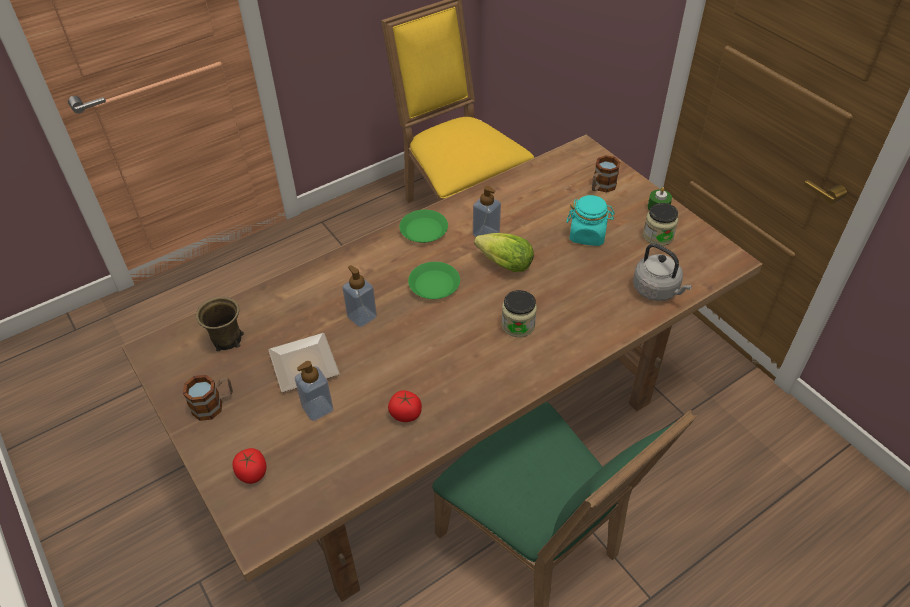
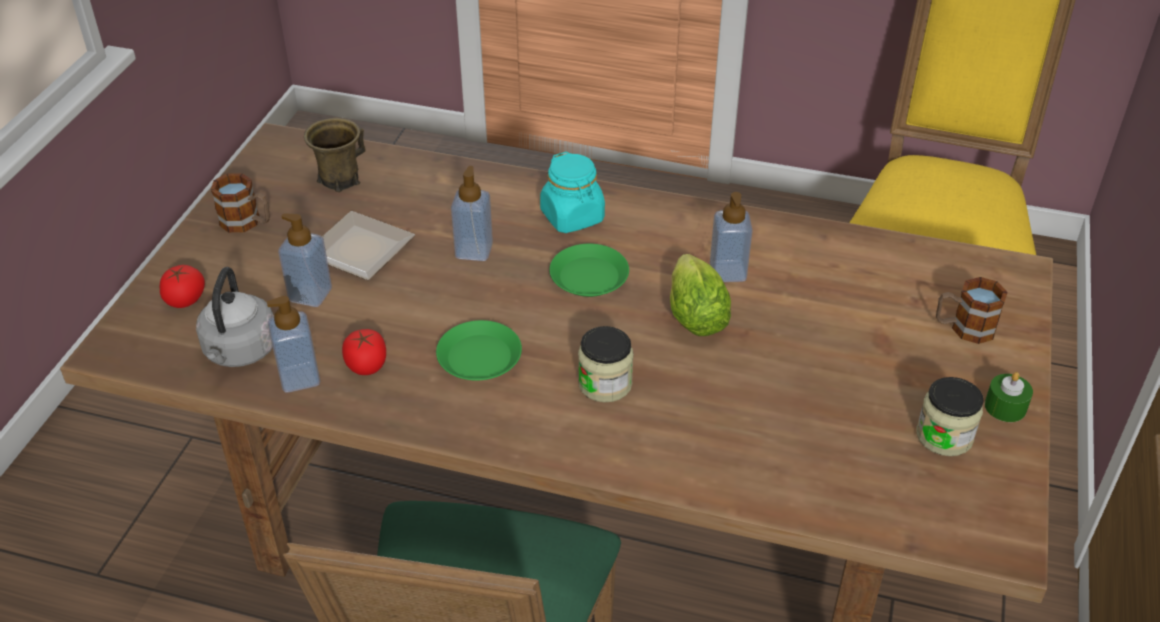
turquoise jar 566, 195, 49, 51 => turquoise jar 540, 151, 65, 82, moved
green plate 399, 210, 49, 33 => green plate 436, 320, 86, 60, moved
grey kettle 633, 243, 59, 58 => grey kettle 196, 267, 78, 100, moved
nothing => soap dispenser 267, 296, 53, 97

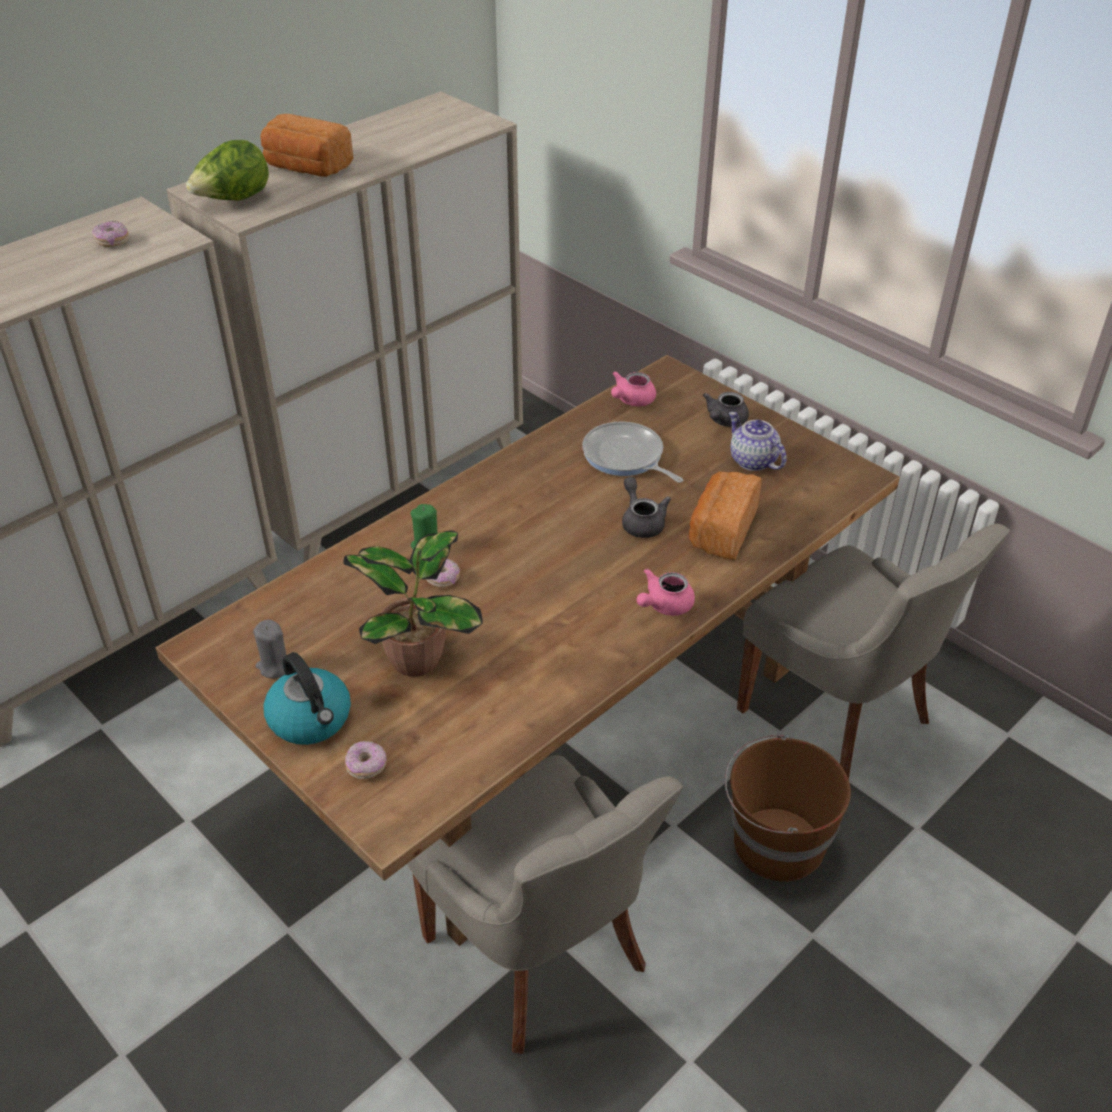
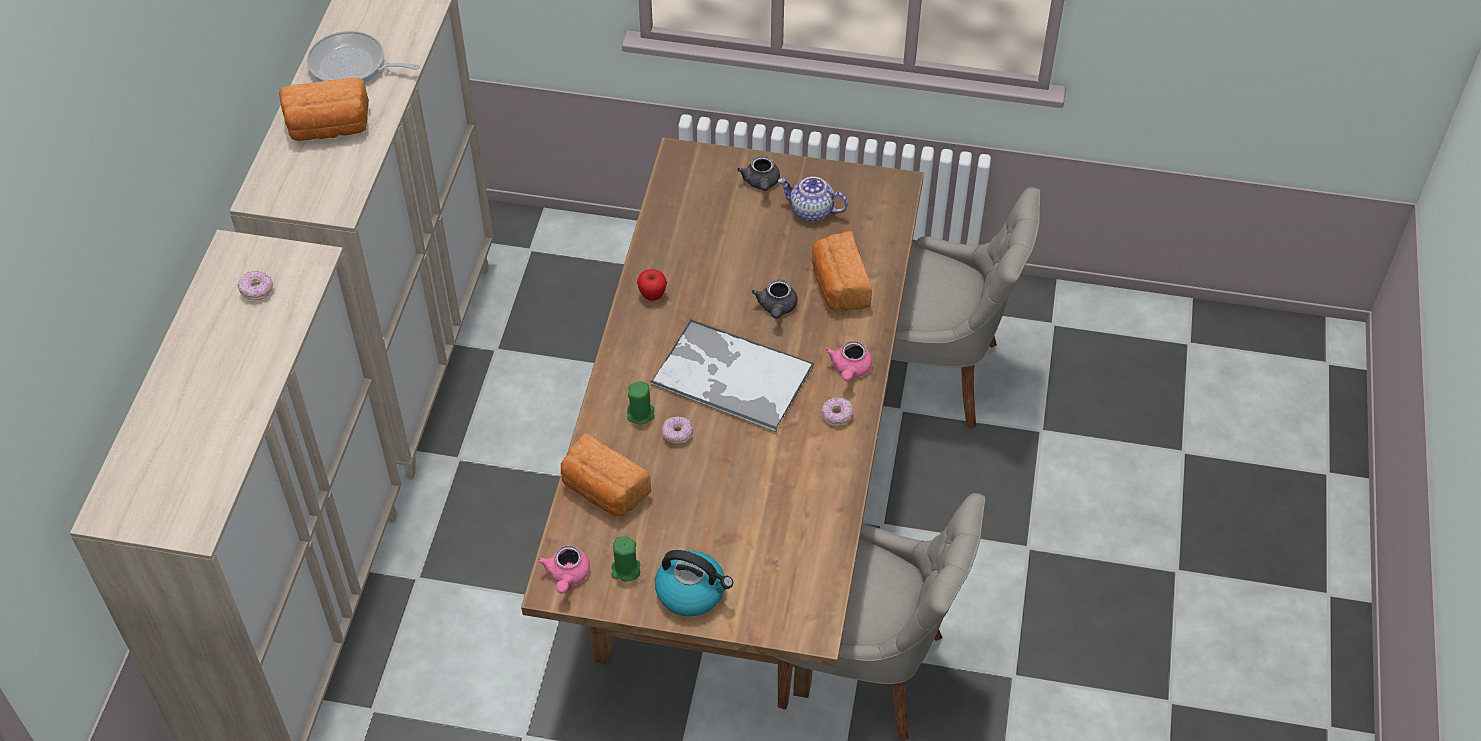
lettuce 186, 140, 83, 60 => nothing
pink teapot 611, 371, 45, 35 => pink teapot 537, 545, 53, 49, moved
frying pan 582, 422, 101, 61 => frying pan 306, 31, 113, 52, moved
grey teapot 622, 477, 49, 61 => grey teapot 752, 280, 45, 39, 120 degrees counterclockwise
potted plant 343, 531, 140, 146 => nothing
grey candle 253, 619, 33, 60 => green candle 611, 536, 29, 45
brown bucket 725, 735, 126, 147 => nothing
donut 345, 741, 41, 38 => donut 822, 398, 31, 28, moved
nothing => apple 637, 269, 30, 32
nothing => tray 650, 319, 164, 114
nothing => bread 561, 433, 90, 84

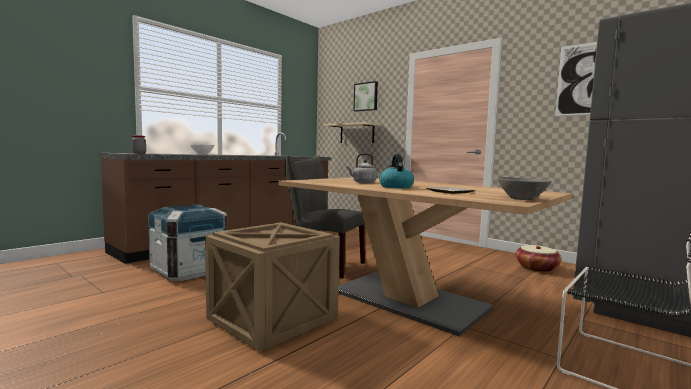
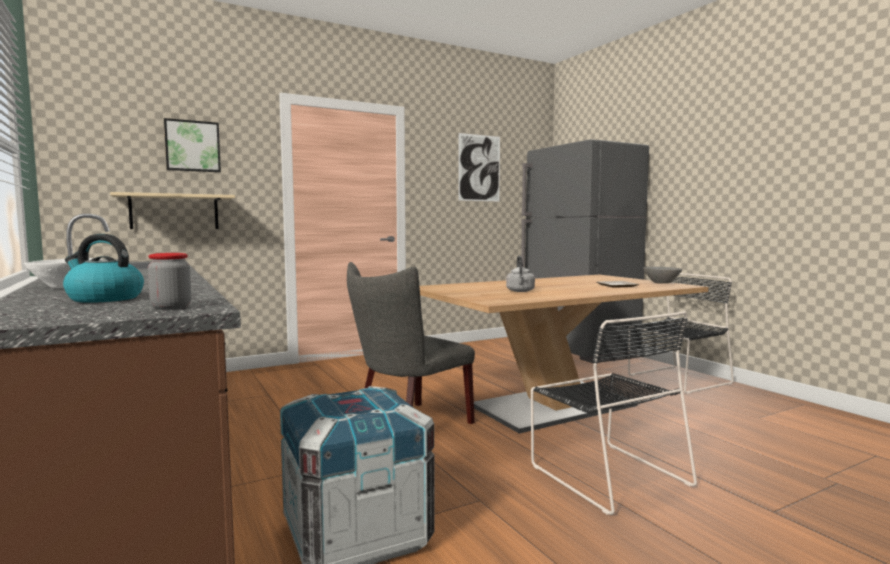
kettle 379, 154, 35, 34 => kettle 63, 234, 81, 69, moved
crate 205, 222, 135, 129 => black chair 531, 311, 166, 204
basket 515, 245, 47, 28 => nothing

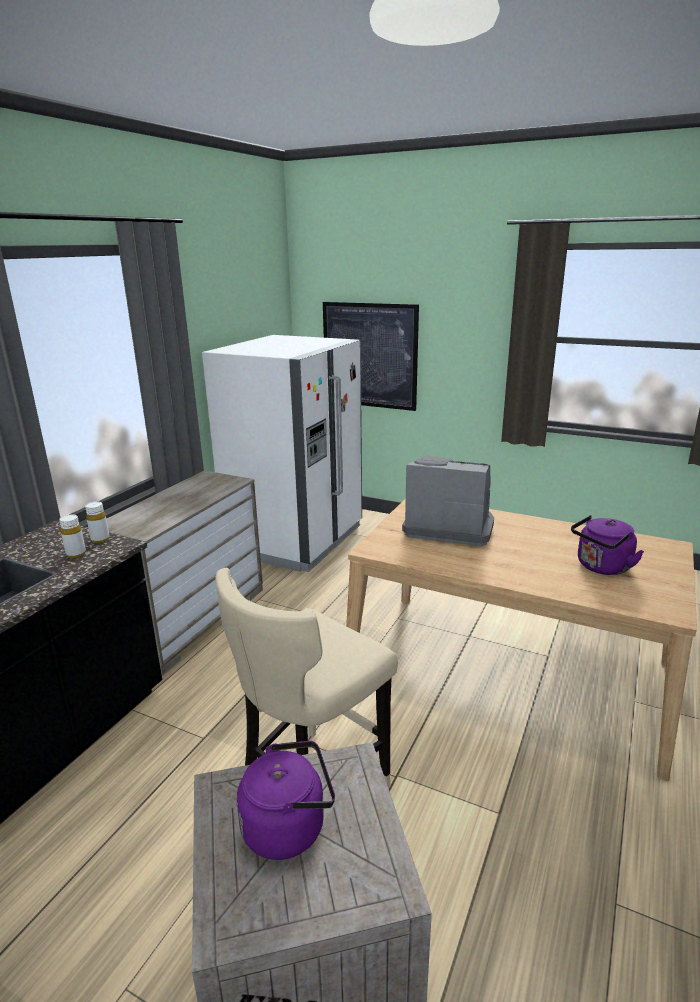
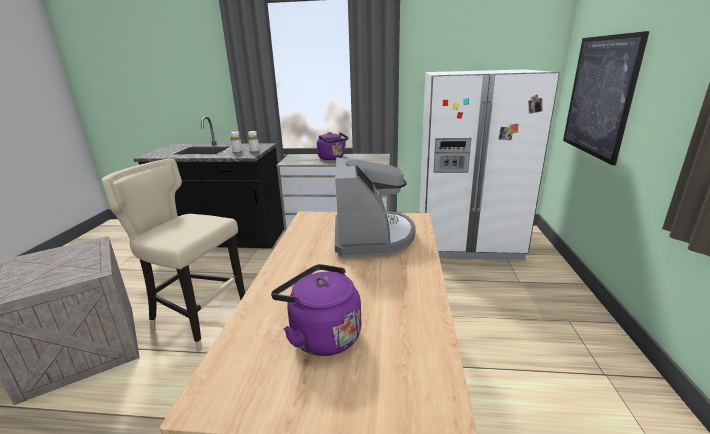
purple kettle 237, 741, 98, 119 => purple kettle 317, 132, 31, 28, moved

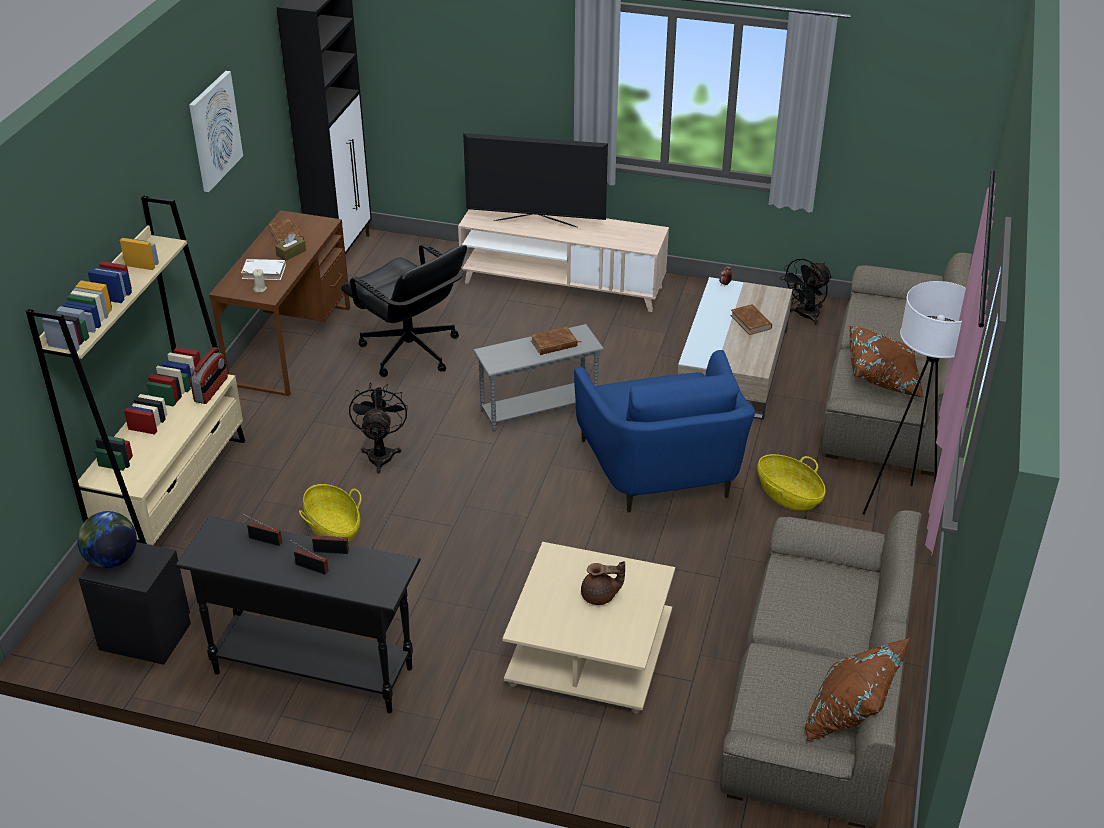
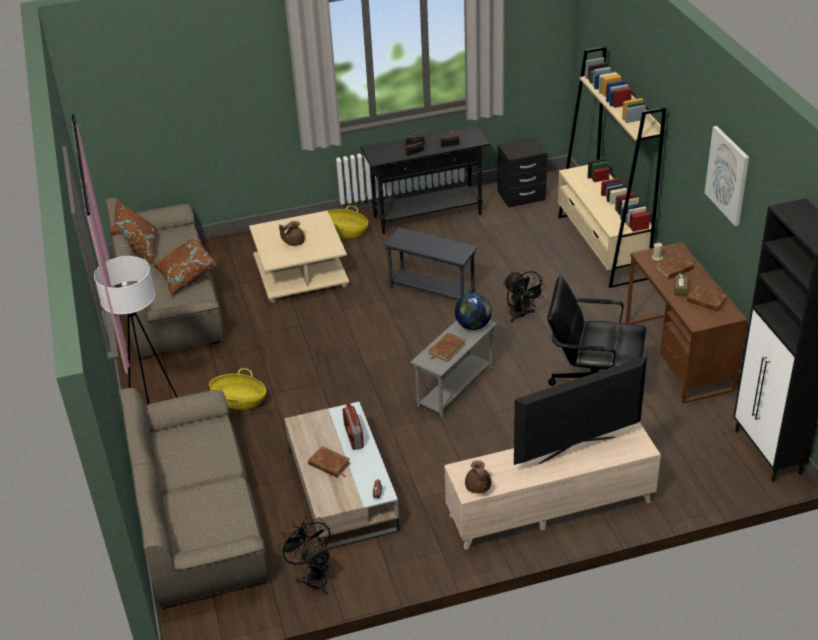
white book 239, 259, 47, 21 => brown book 656, 255, 39, 24
black fan 779, 259, 54, 66 => black fan 278, 516, 53, 79, 45 degrees counterclockwise
brown pillow 850, 326, 74, 72 => brown pillow 153, 237, 64, 58, moved
radio 190, 347, 38, 57 => radio 343, 402, 21, 48, moved
blue armchair 574, 350, 181, 163 => nothing
basket 299, 484, 63, 58 => basket 328, 205, 40, 34, moved
globe 77, 511, 60, 57 => globe 455, 293, 37, 37, moved
nothing => grey side table 383, 227, 95, 73
nothing => brown teapot 465, 460, 26, 34

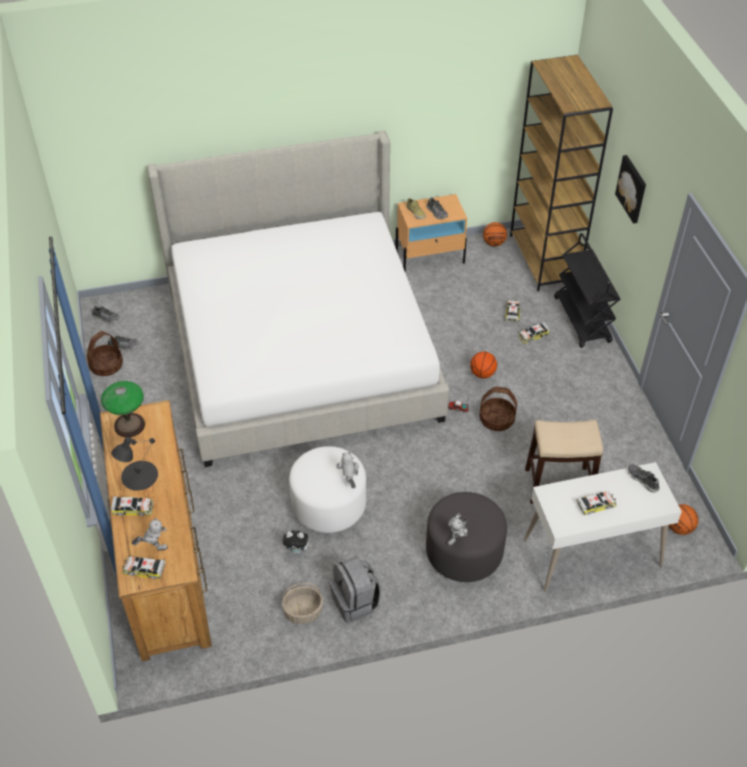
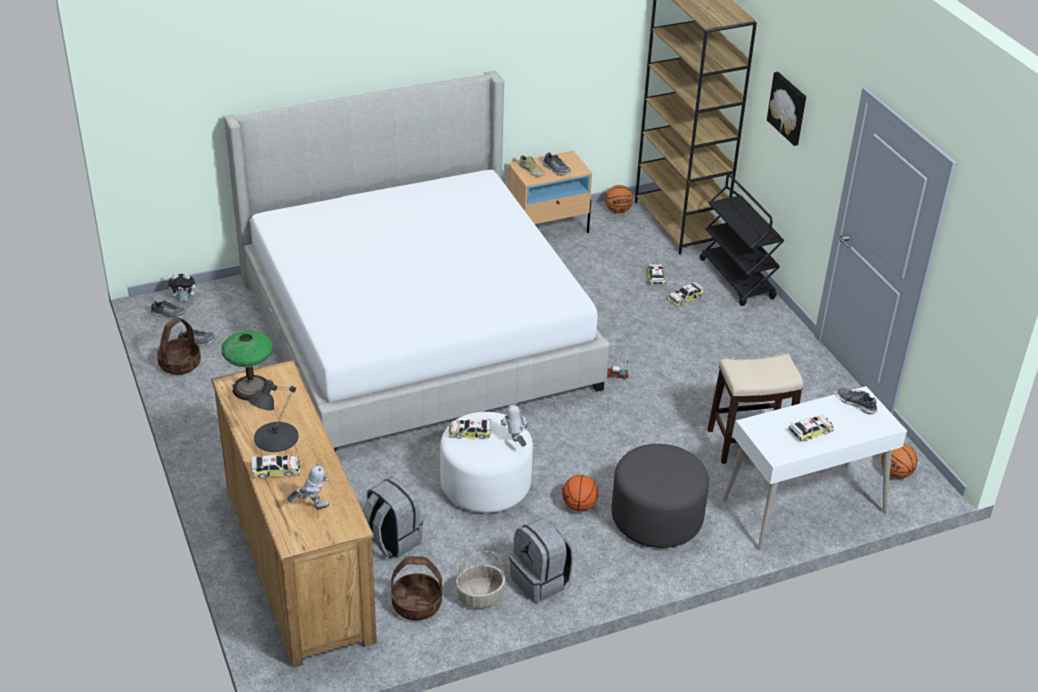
basketball 470, 352, 27, 26 => basketball 562, 475, 37, 37, moved
basket 480, 387, 37, 44 => basket 391, 556, 51, 64, moved
toy robot 448, 513, 19, 33 => nothing
plush toy 282, 530, 30, 24 => plush toy 168, 273, 31, 28, moved
toy car 123, 556, 43, 23 => toy car 449, 419, 42, 20, moved
nothing => grey backpack 363, 477, 60, 81

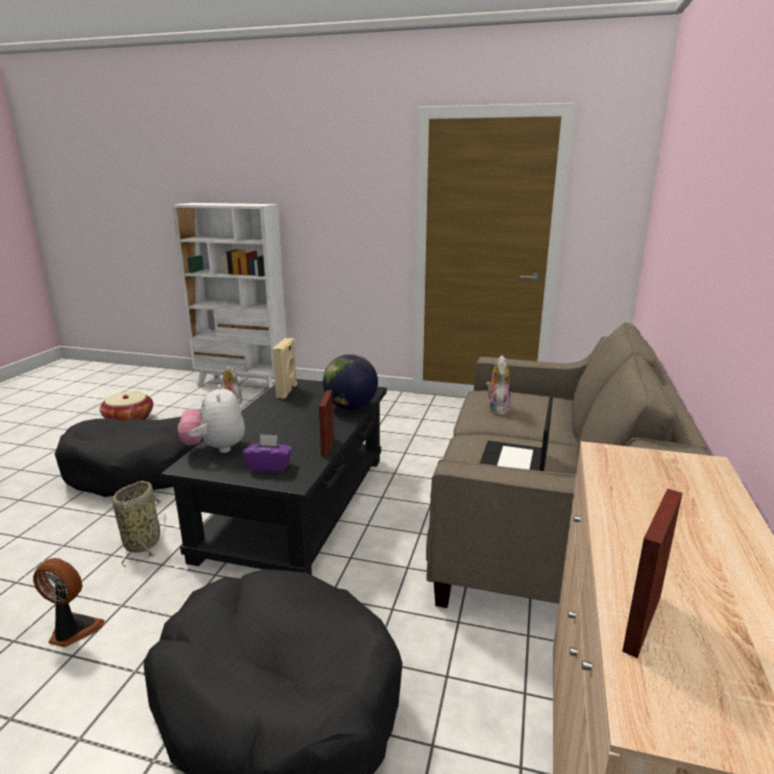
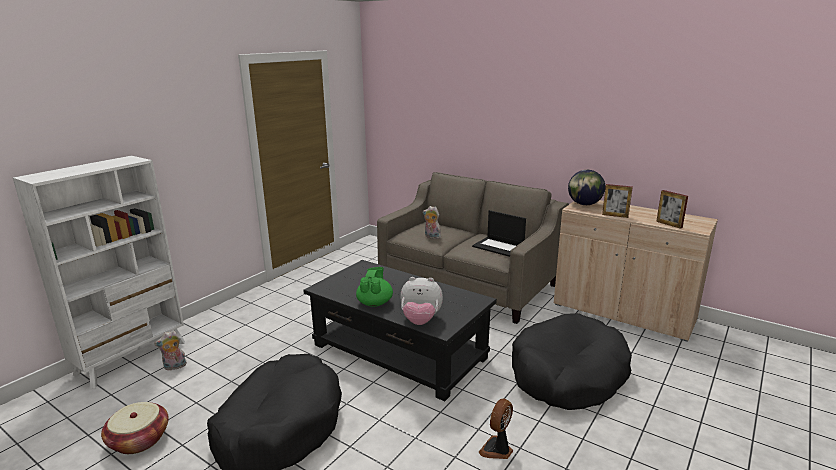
beige speaker 273, 338, 24, 61 => nothing
globe 323, 354, 55, 55 => globe 568, 170, 37, 35, moved
picture frame 319, 390, 15, 66 => picture frame 602, 184, 31, 34, moved
purple tissue box 243, 434, 49, 38 => nothing
basket 113, 481, 48, 86 => nothing
nothing => green teapot 356, 267, 37, 40

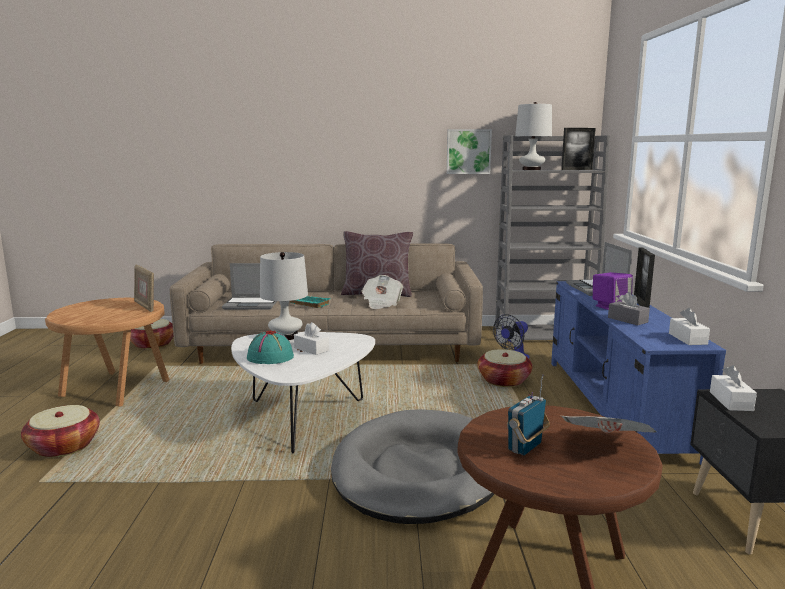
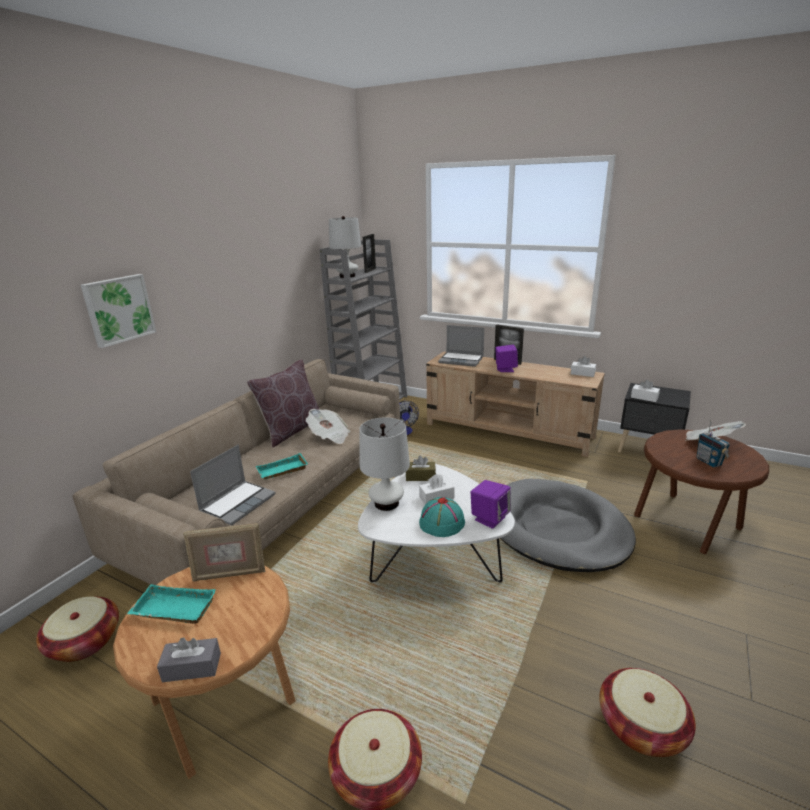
picture 447, 129, 45, 45 => picture 81, 274, 75, 74, moved
blue tv stand 551, 281, 175, 184 => beige tv stand 426, 351, 179, 106
grey tissue box 608, 292, 42, 33 => grey tissue box 157, 637, 64, 45, moved
basket 478, 349, 54, 38 => basket 599, 668, 97, 89, moved
nothing => brown tissue box 406, 455, 30, 26
nothing => purple speaker 470, 480, 41, 49
nothing => turquoise tray 127, 584, 89, 40

